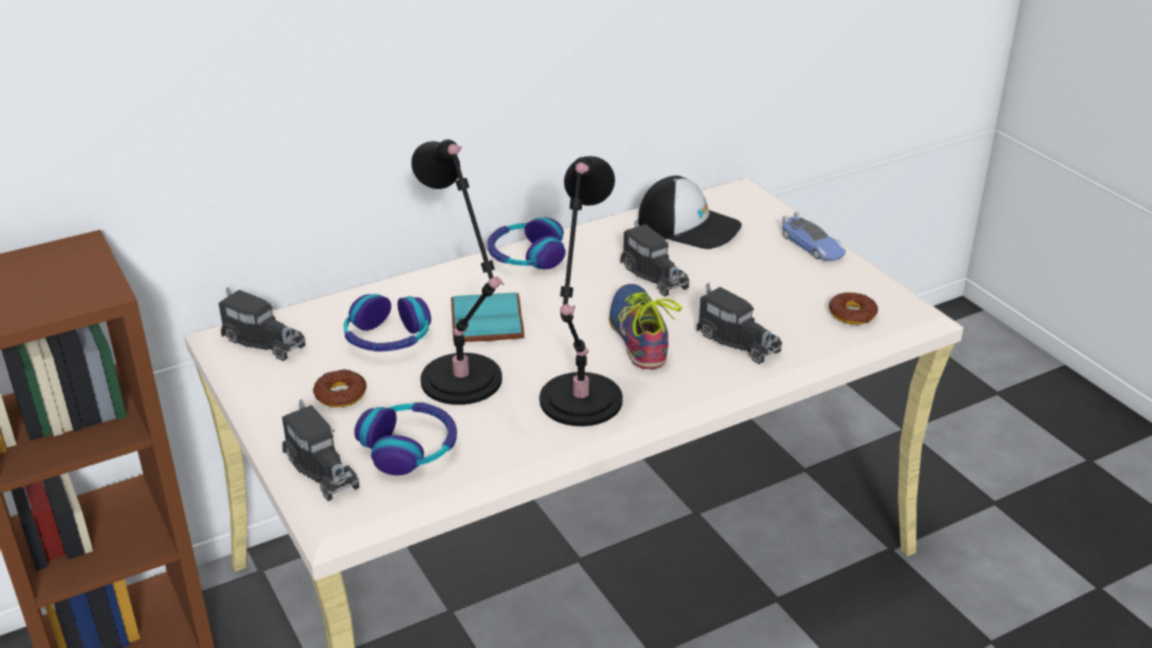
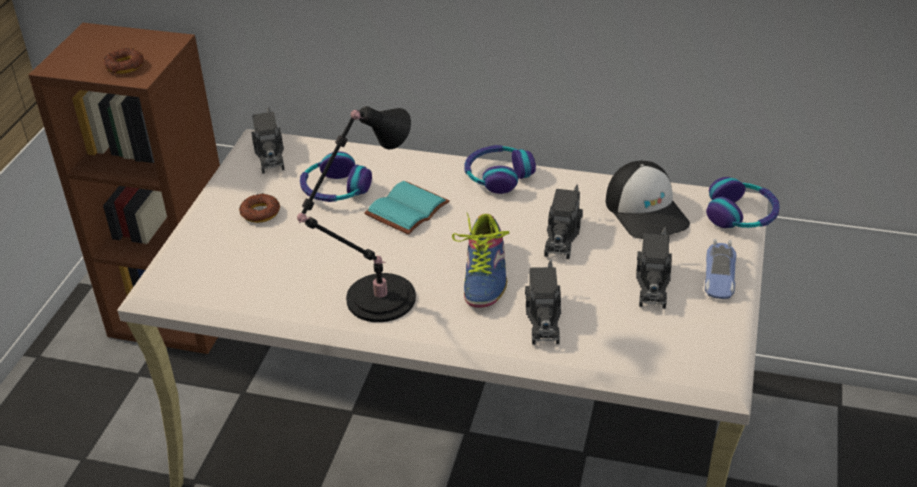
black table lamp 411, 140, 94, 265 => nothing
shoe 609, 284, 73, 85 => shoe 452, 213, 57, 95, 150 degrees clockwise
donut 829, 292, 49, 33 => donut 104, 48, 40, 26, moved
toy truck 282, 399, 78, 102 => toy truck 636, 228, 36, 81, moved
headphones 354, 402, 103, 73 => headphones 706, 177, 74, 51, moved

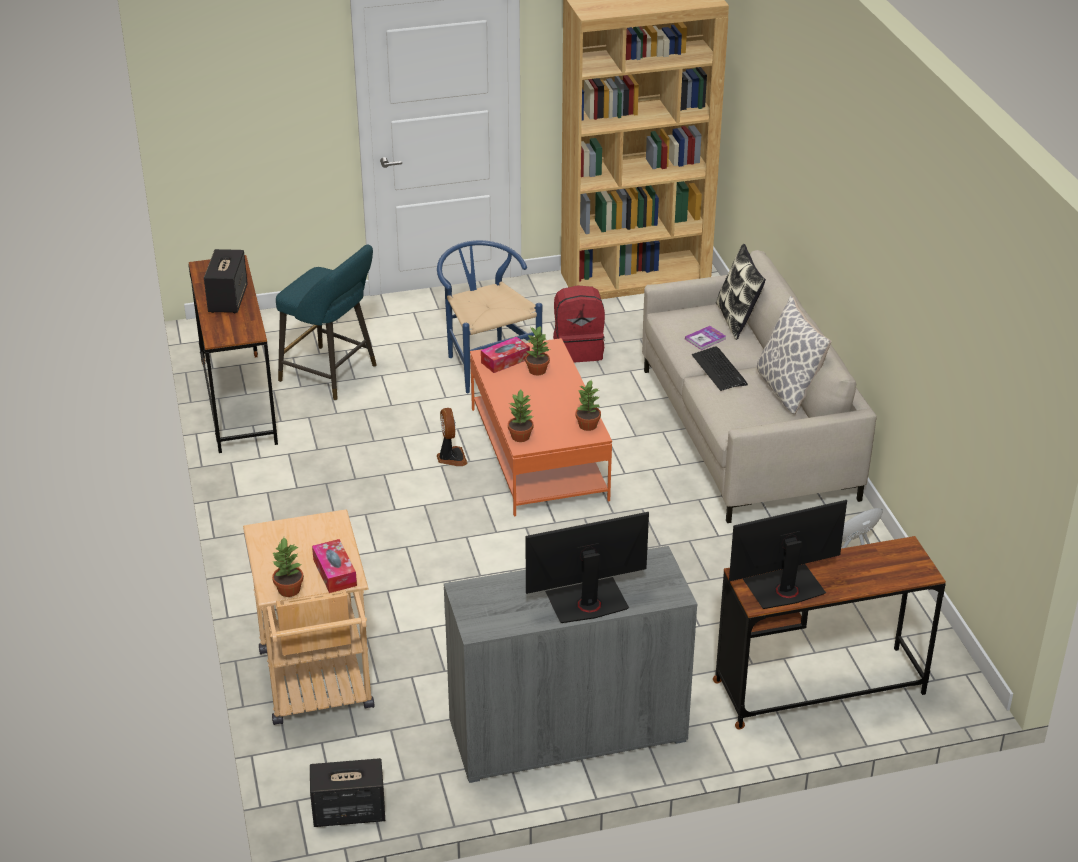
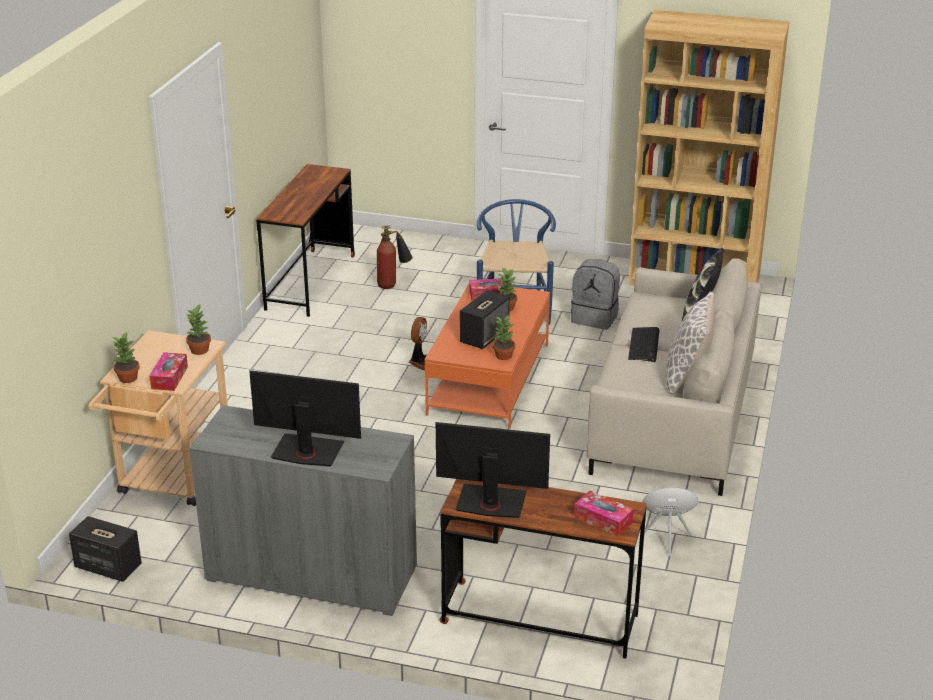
turquoise stool 276, 245, 101, 156 => fire extinguisher 377, 225, 36, 64
speaker 204, 249, 44, 64 => speaker 460, 290, 50, 59, moved
red backpack 553, 285, 52, 78 => grey backpack 571, 259, 49, 71
book 685, 326, 41, 24 => nothing
potted plant 508, 390, 26, 52 => potted plant 186, 305, 25, 50, moved
nothing => tissue box 574, 490, 60, 47

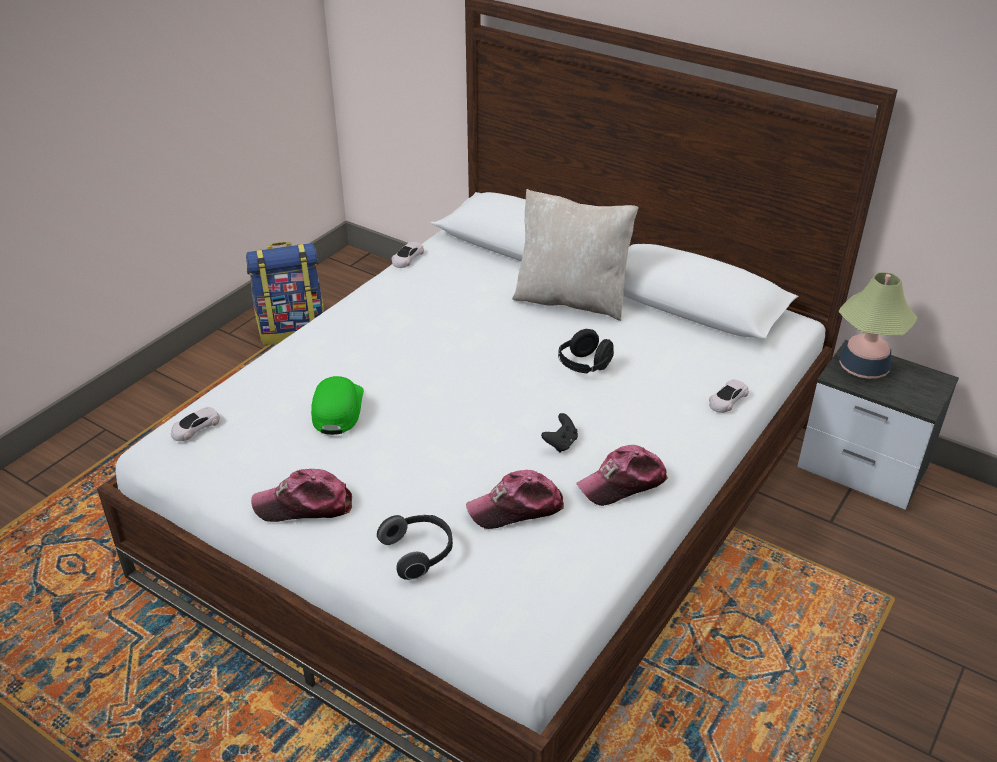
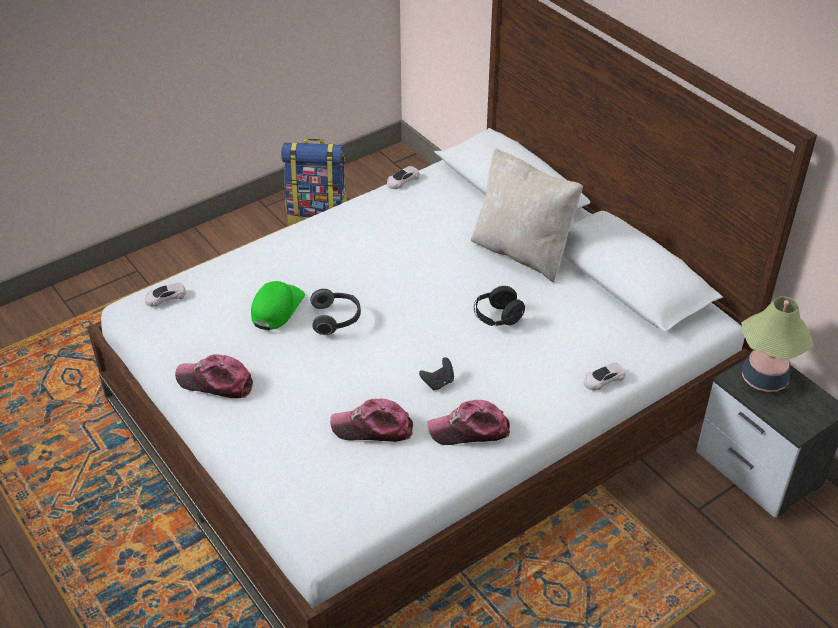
headphones 377, 515, 76, 65 => headphones 310, 289, 51, 46, moved

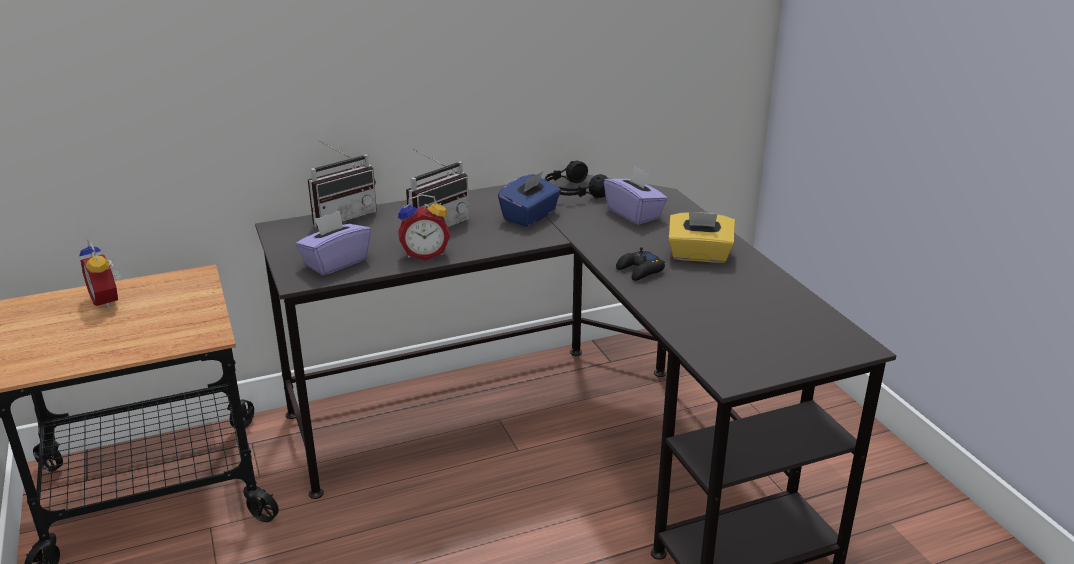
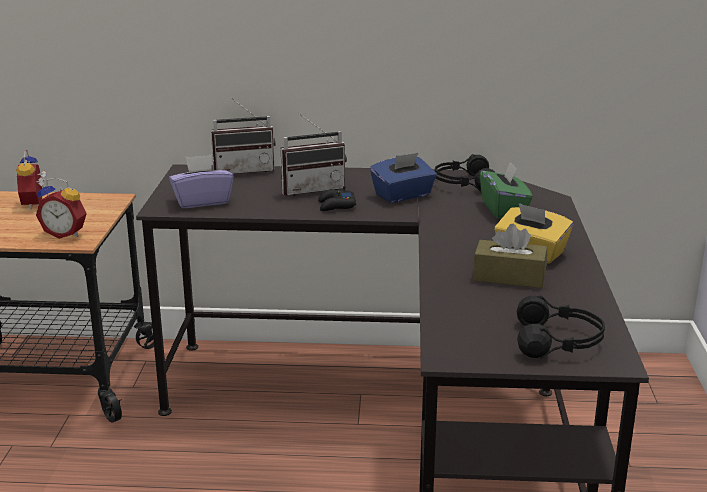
purple tissue box 604, 166, 64, 59 => green tissue box 480, 161, 53, 58
alarm clock 398, 194, 52, 66 => alarm clock 36, 177, 51, 62, moved
black game controller 616, 247, 49, 34 => black game controller 318, 186, 38, 25, moved
nothing => brown tissue box 473, 224, 74, 64
nothing => black headphones 516, 295, 89, 63

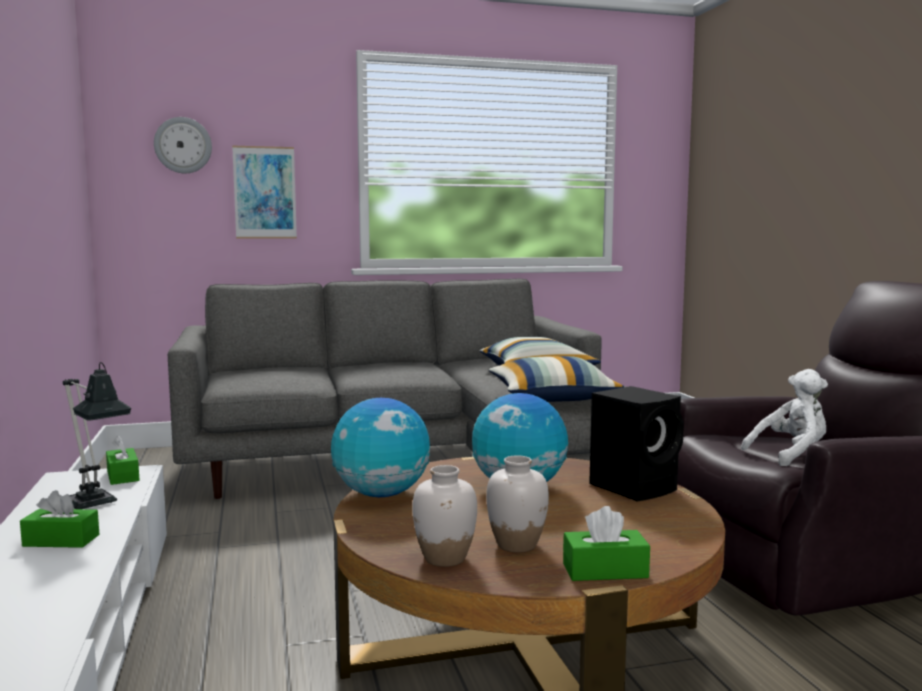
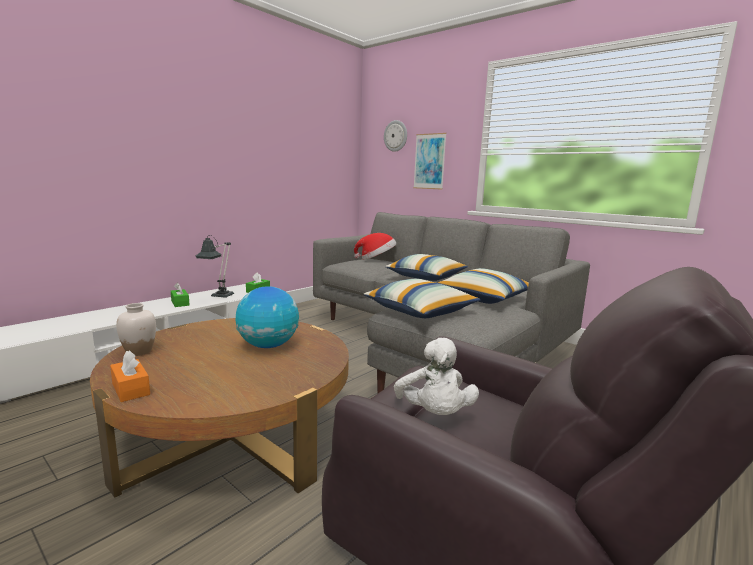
white plush toy 741, 369, 87, 97 => white plush toy 394, 338, 85, 77, 45 degrees clockwise
black speaker 589, 386, 95, 116 => nothing
globe 331, 398, 99, 99 => nothing
white vase 486, 455, 63, 98 => nothing
green tissue box 563, 506, 87, 75 => orange tissue box 110, 350, 40, 52
nothing => hat 354, 233, 42, 27
nothing => pillow 385, 254, 83, 27

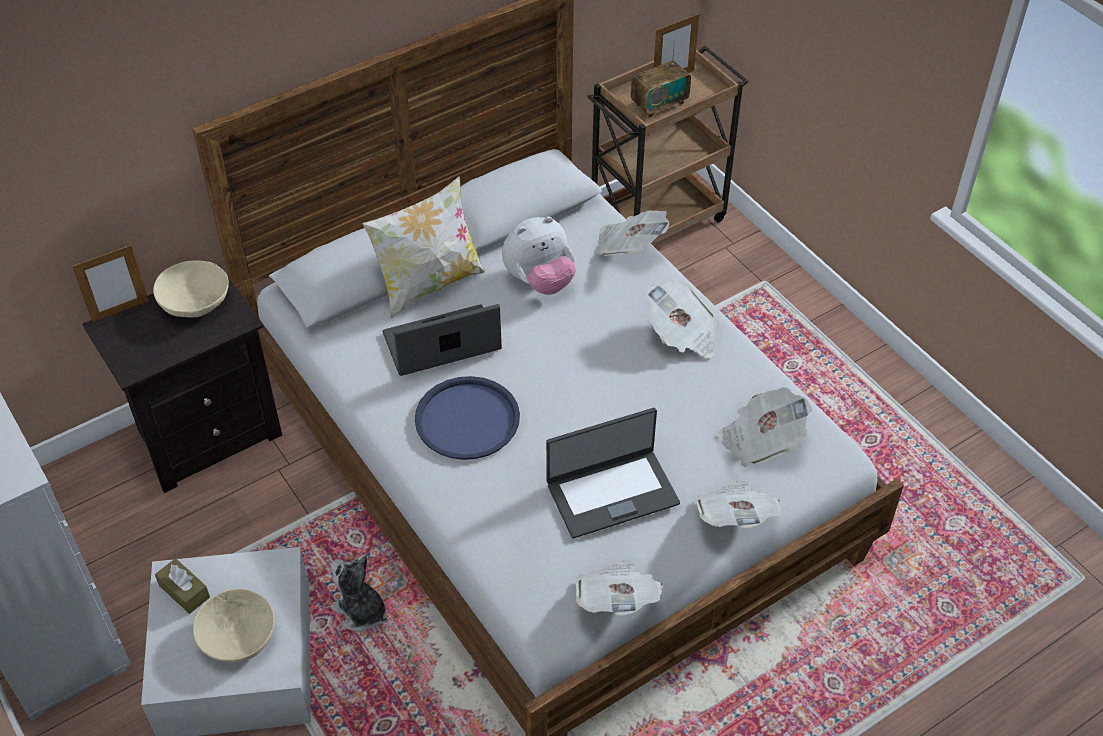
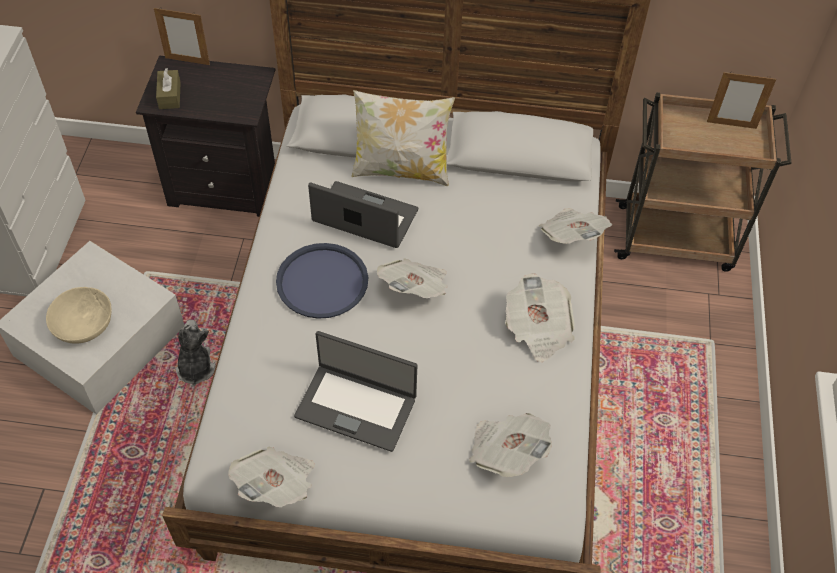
radio 631, 39, 60, 79 => nothing
plush toy 502, 217, 74, 78 => nothing
beige bowl 153, 261, 76, 57 => nothing
newspaper 696, 481, 85, 48 => newspaper 377, 258, 71, 40, moved
brown tissue box 155, 558, 55, 56 => brown tissue box 156, 68, 25, 41, moved

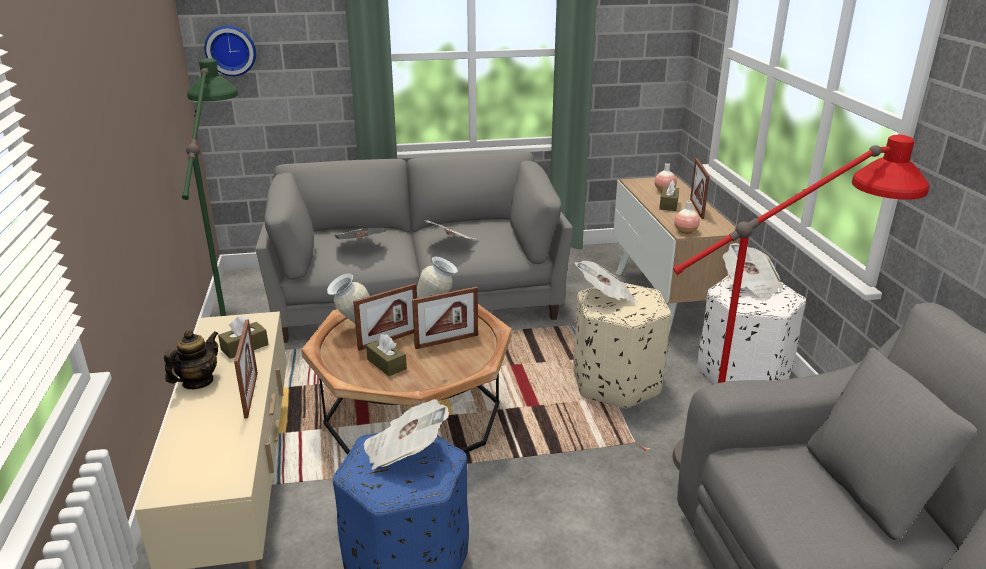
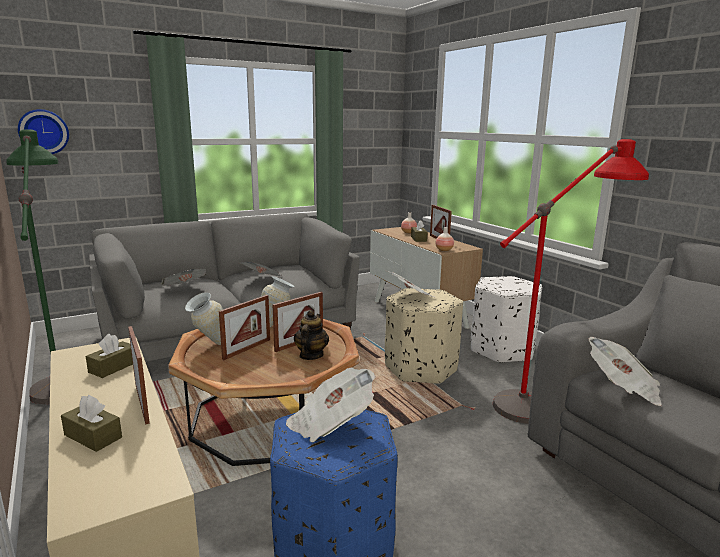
newspaper 723, 243, 60, 58 => newspaper 589, 337, 72, 69, moved
teapot 164, 330, 55, 59 => teapot 294, 310, 35, 50, moved
brown tissue box 366, 334, 41, 42 => brown tissue box 61, 395, 61, 57, moved

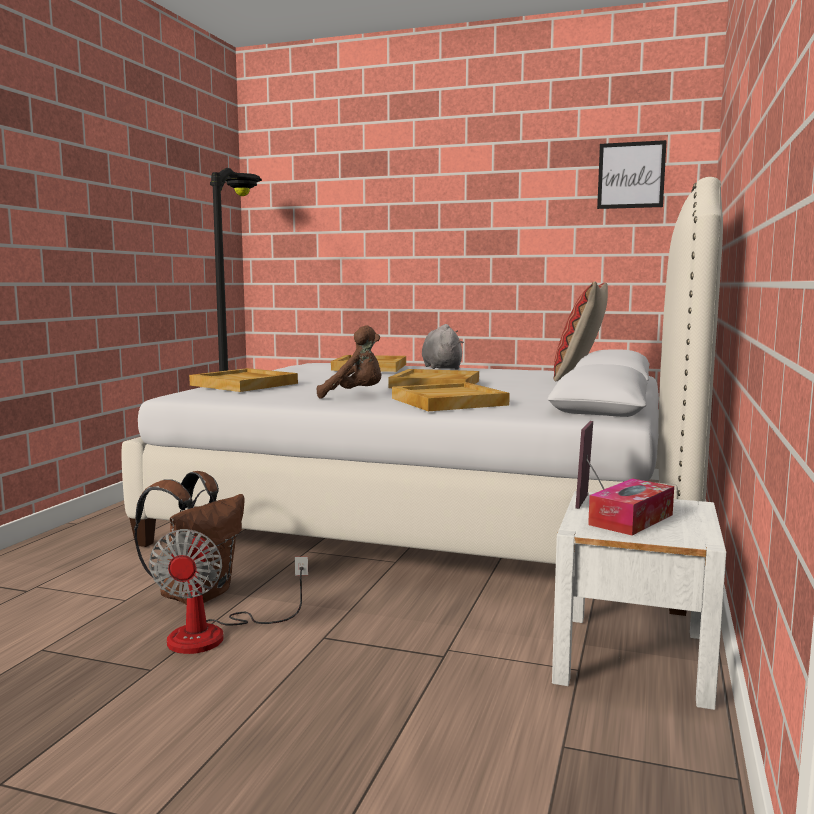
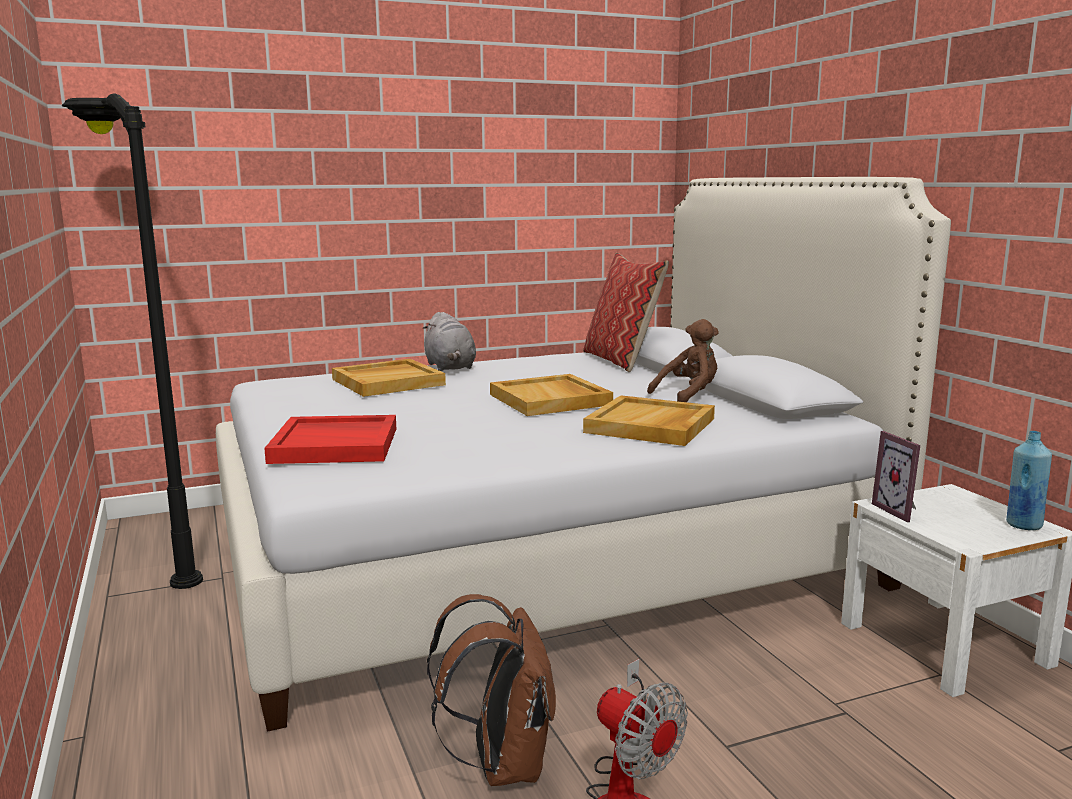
picture 597, 140, 70, 69 => nothing
grey plush toy 422, 324, 42, 45 => grey plush toy 422, 312, 54, 59, 150 degrees counterclockwise
brown plush toy 317, 326, 65, 73 => brown plush toy 647, 319, 72, 83, moved
beige tray 189, 368, 109, 24 => red tray 264, 415, 132, 49
tissue box 588, 478, 86, 57 => nothing
nothing => blue bottle 1006, 431, 46, 99

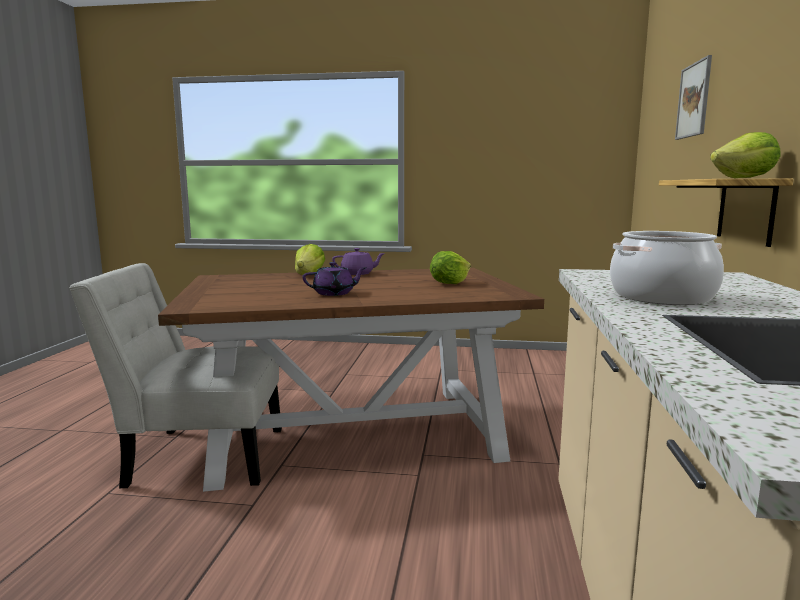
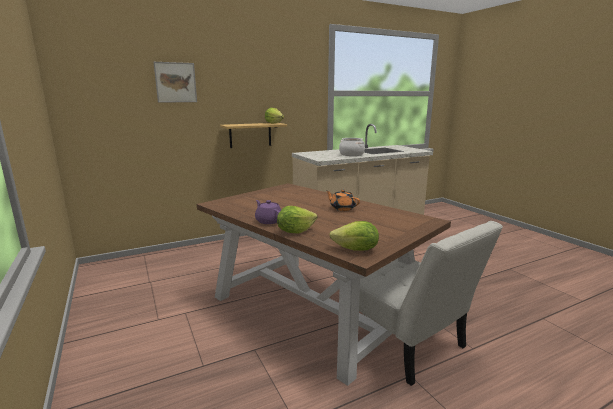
lettuce 430, 251, 41, 33 => lettuce 329, 221, 50, 30, moved
purple teapot 302, 262, 65, 34 => orange teapot 326, 190, 34, 21

